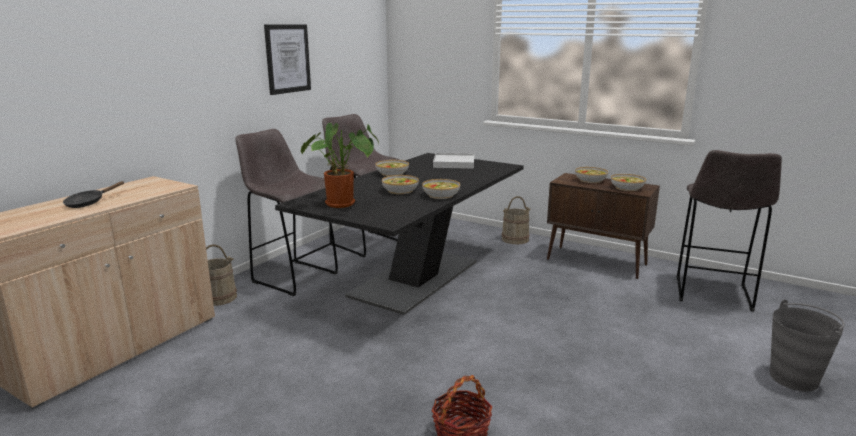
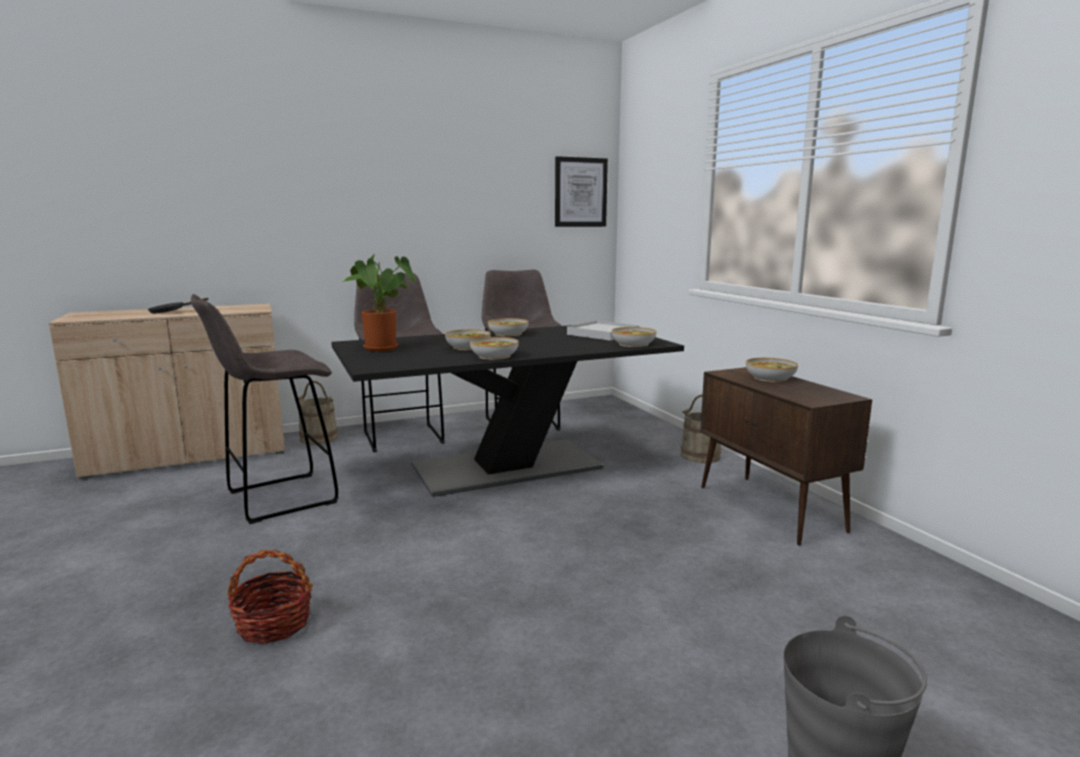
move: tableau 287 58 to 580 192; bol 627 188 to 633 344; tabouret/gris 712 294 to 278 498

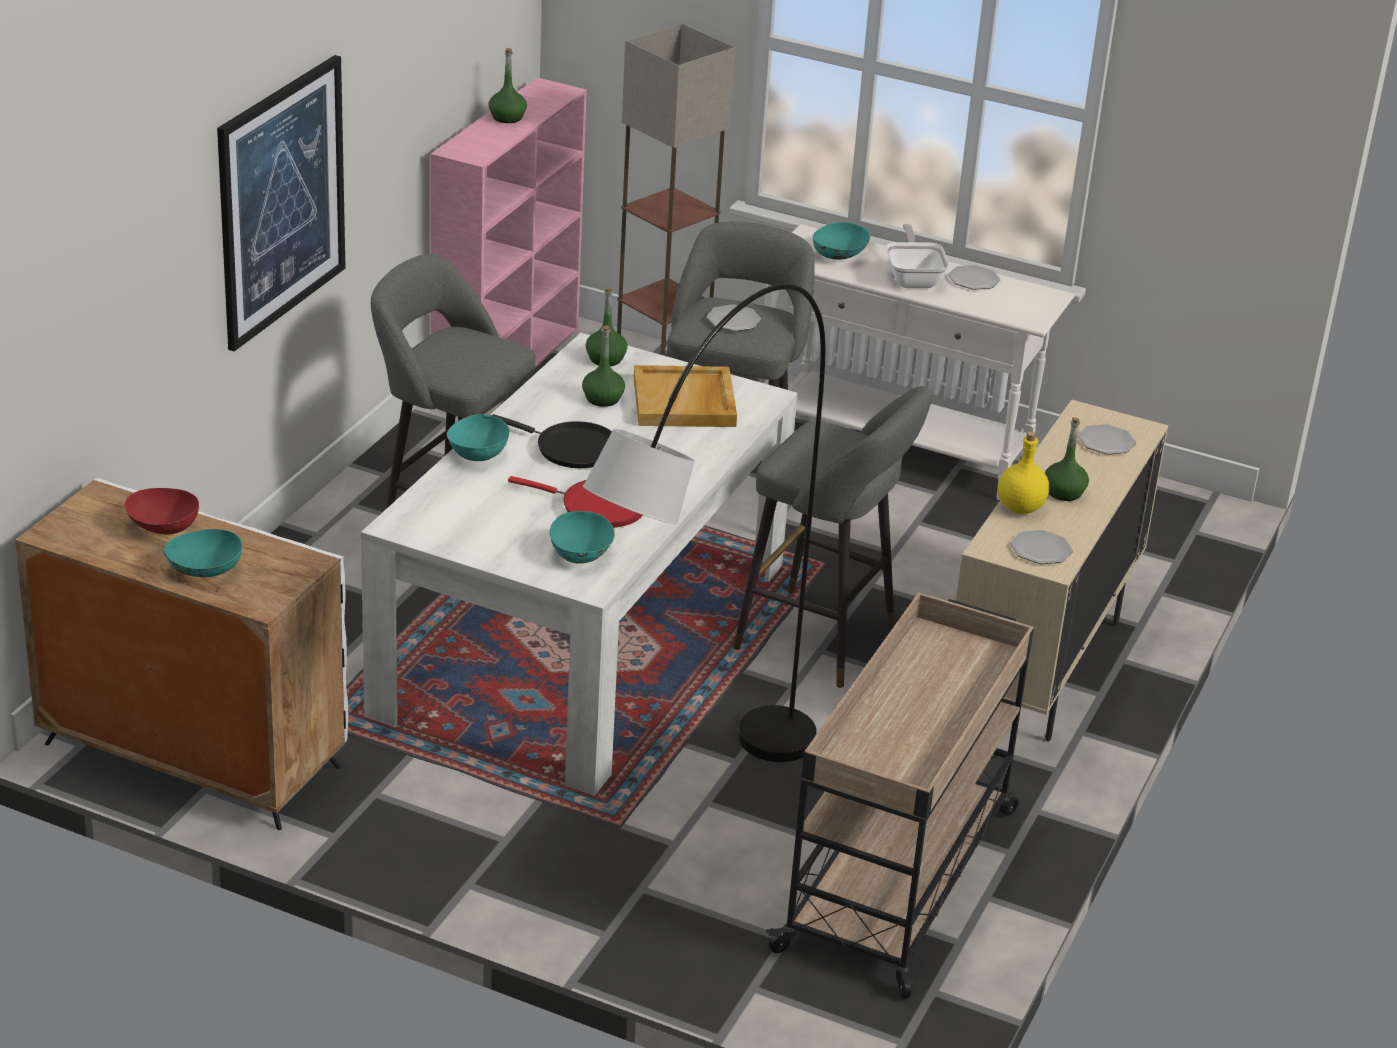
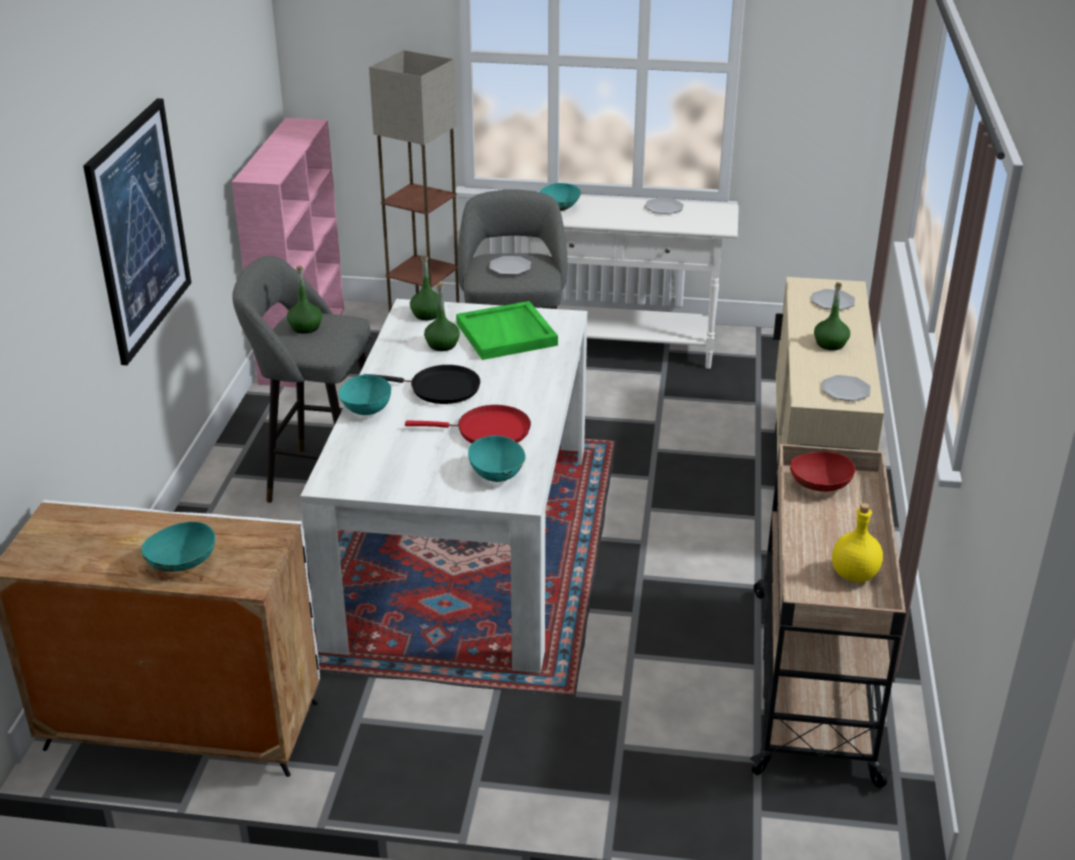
delete: lampadaire/gris 693 811; tabouret/gris 823 641; poêle 913 278
move: bol/rouge 162 528 to 820 487; bouteille/vert 507 117 to 306 327; bouteille/jaune 1020 507 to 853 574
recolor: plateau/beige 685 402 to plateau/vert 507 334

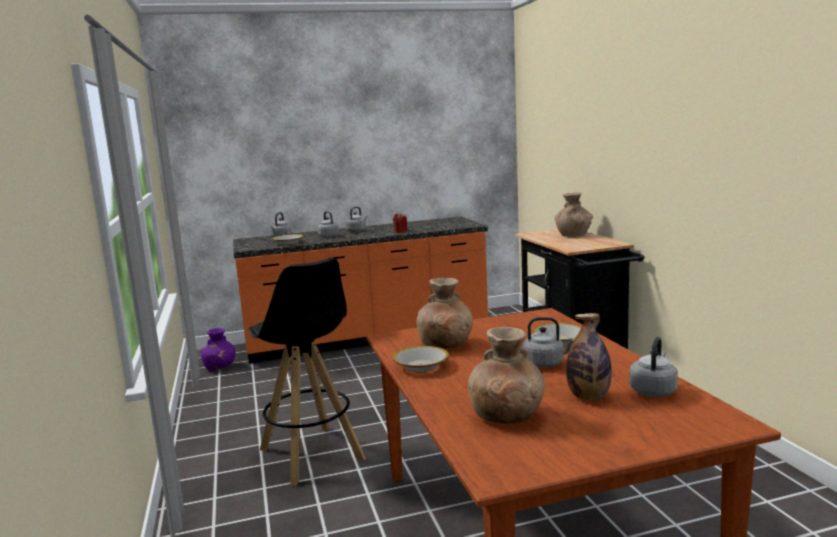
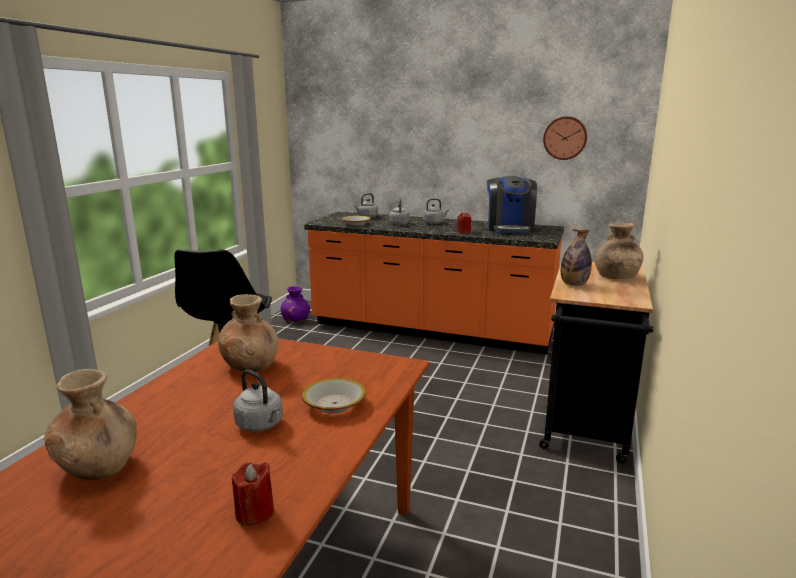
delete: bol 421 366
insert: machine à café 509 228; horloge murale 565 138
move: bouteille 588 397 to 574 284
replace: bouilloire/gris 653 390 to bougie/rouge 254 513

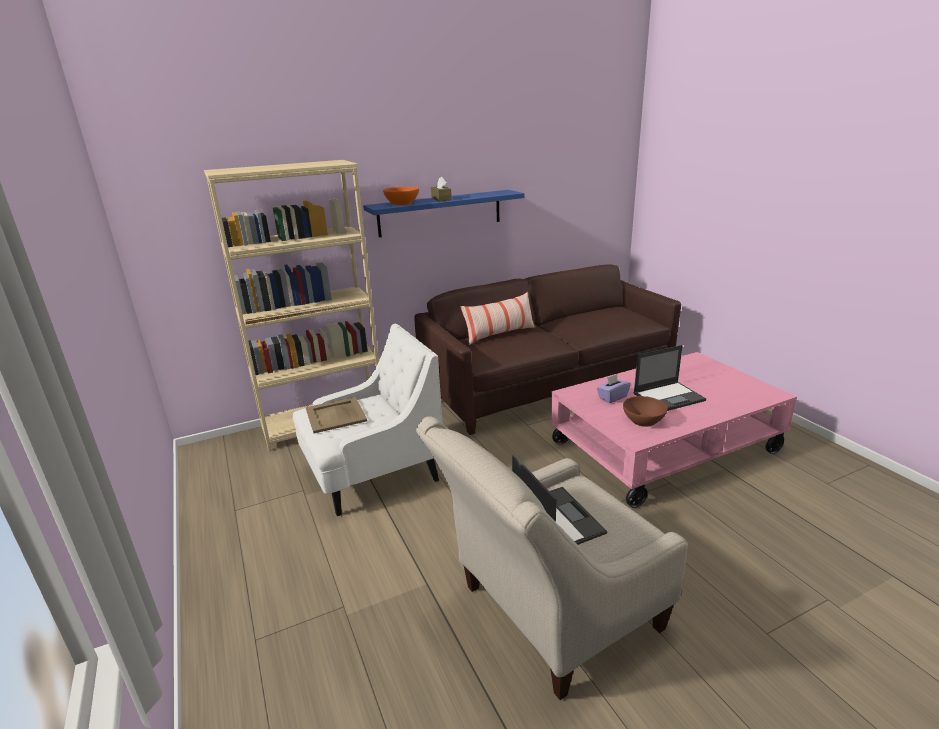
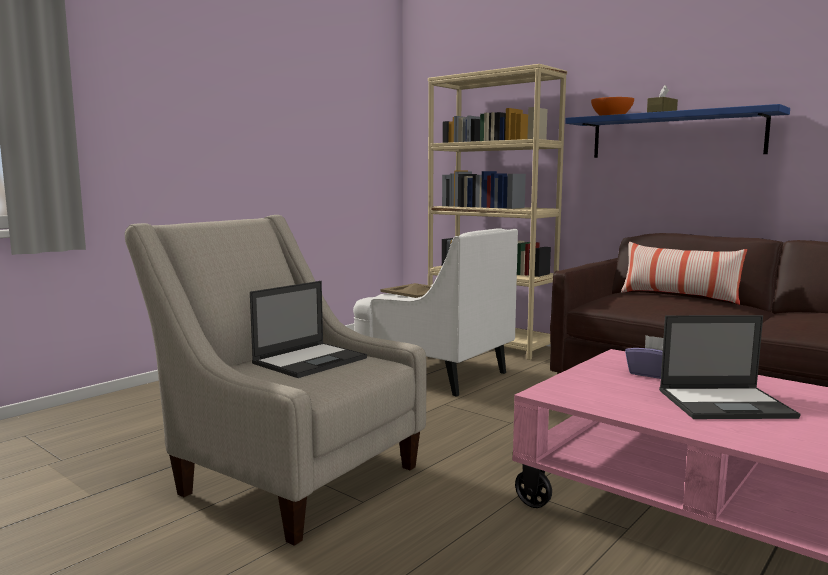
delete: bol/marron 643 420
rotate: ordinateur portable 669 396 = 726 403 45 degrees counterclockwise

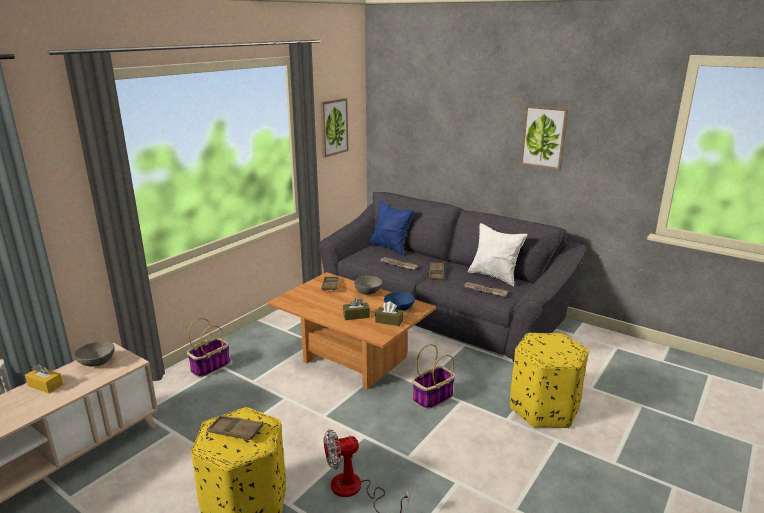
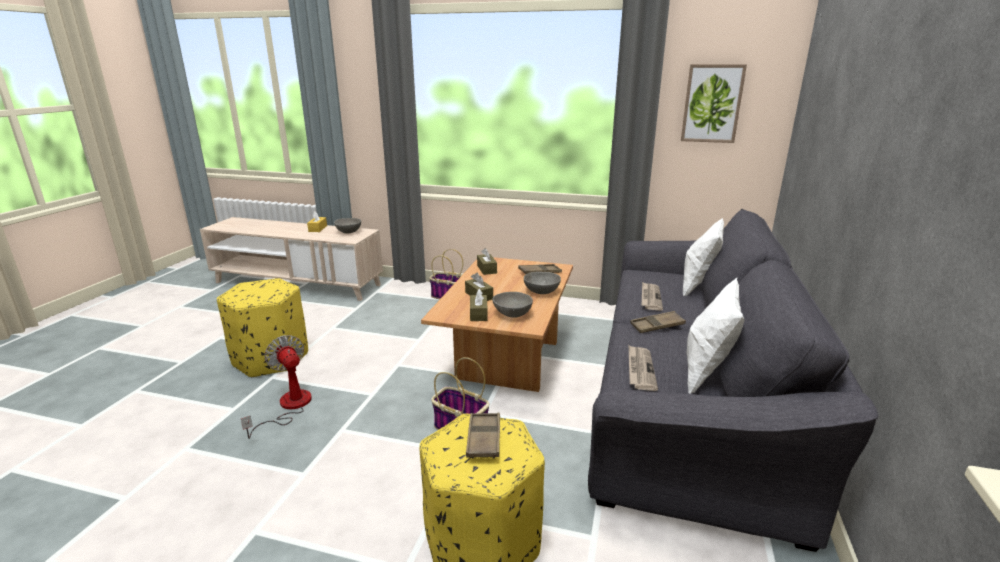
delete: tableau 544 137
insert: boîte à mouchoirs/marron 486 269
move: plateau/marron 235 431 to 484 439
recolor: coussin/bleu 390 248 to coussin/blanc 699 286; bol/bleu 399 309 to bol/gris 513 315

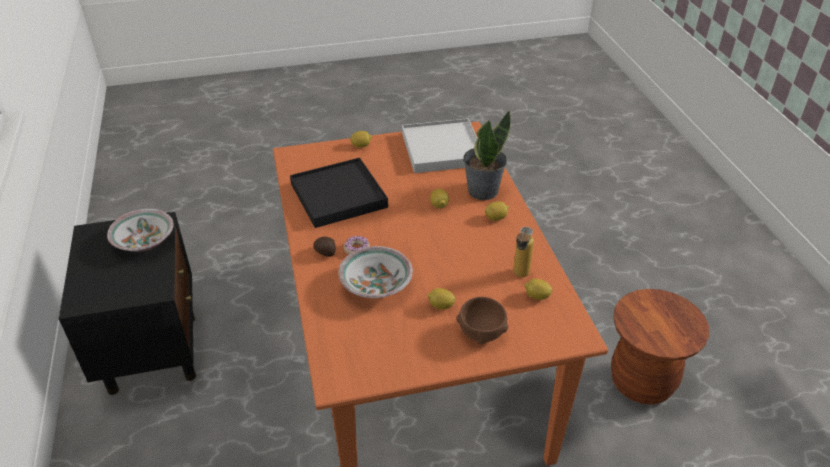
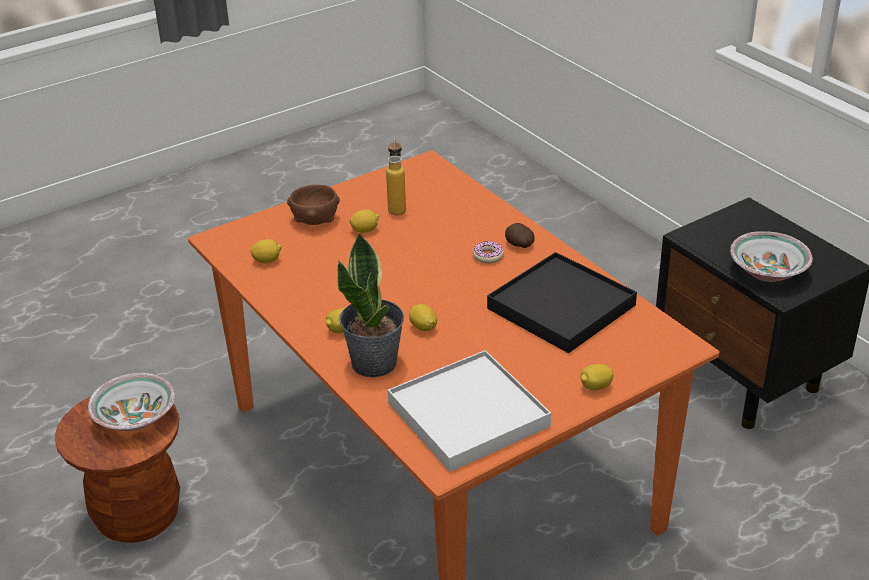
move: bol 375 285 to 136 418; bouteille 519 277 to 397 207

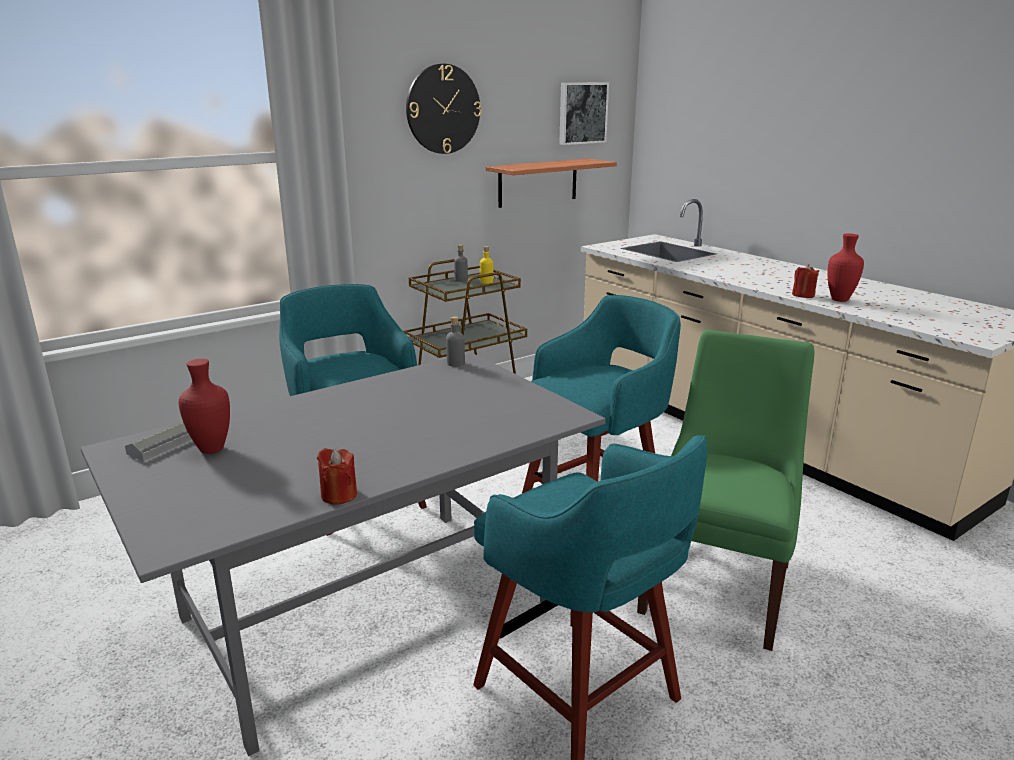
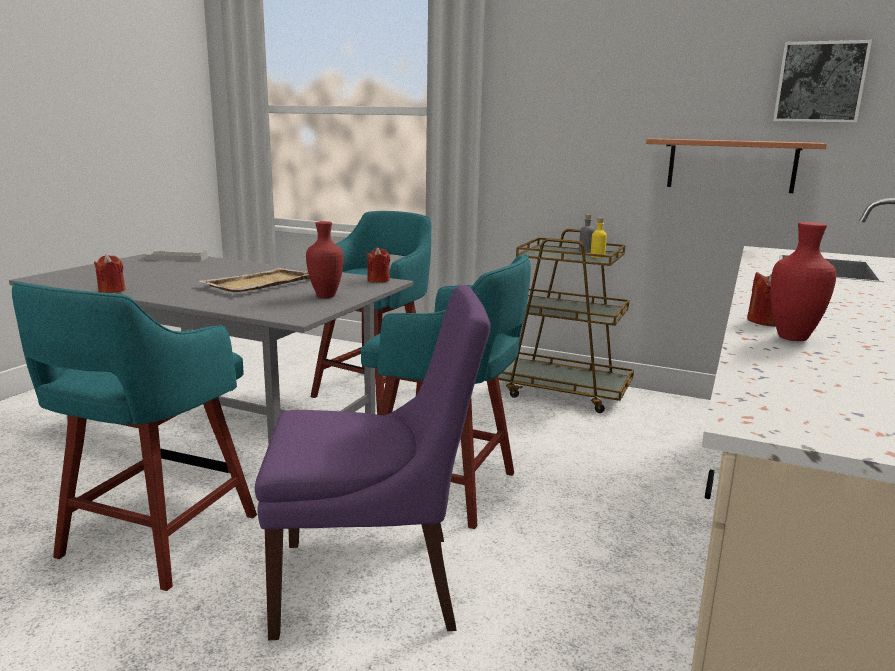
delete: horloge murale 443 109
insert: plateau/beige 259 283
move: vase/rouge 213 450 to 325 297
replace: bouteille/gris 455 363 to bougie/rouge 378 280
recolor: chaise/vert 717 584 to chaise/violet 374 583

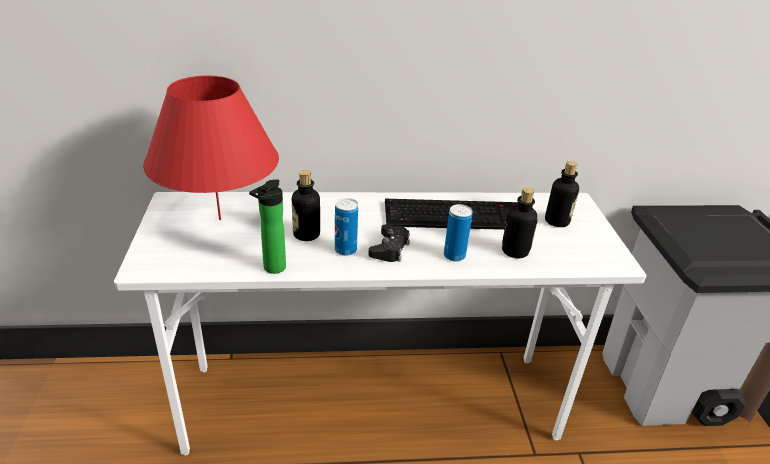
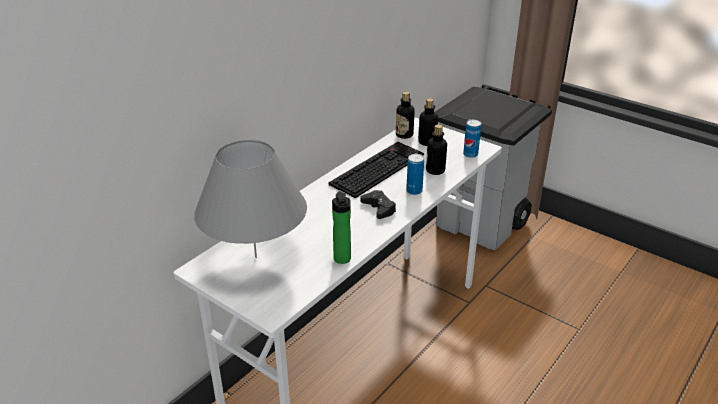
move: bouteille 306 234 to 404 135; boîte métallique 345 250 to 470 154
recolor: lampe de table/rouge 219 219 to lampe de table/gris 256 257

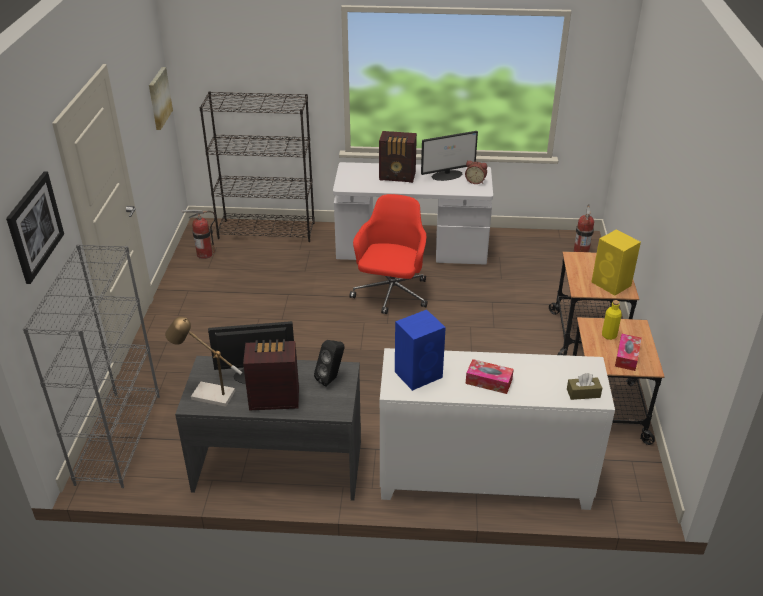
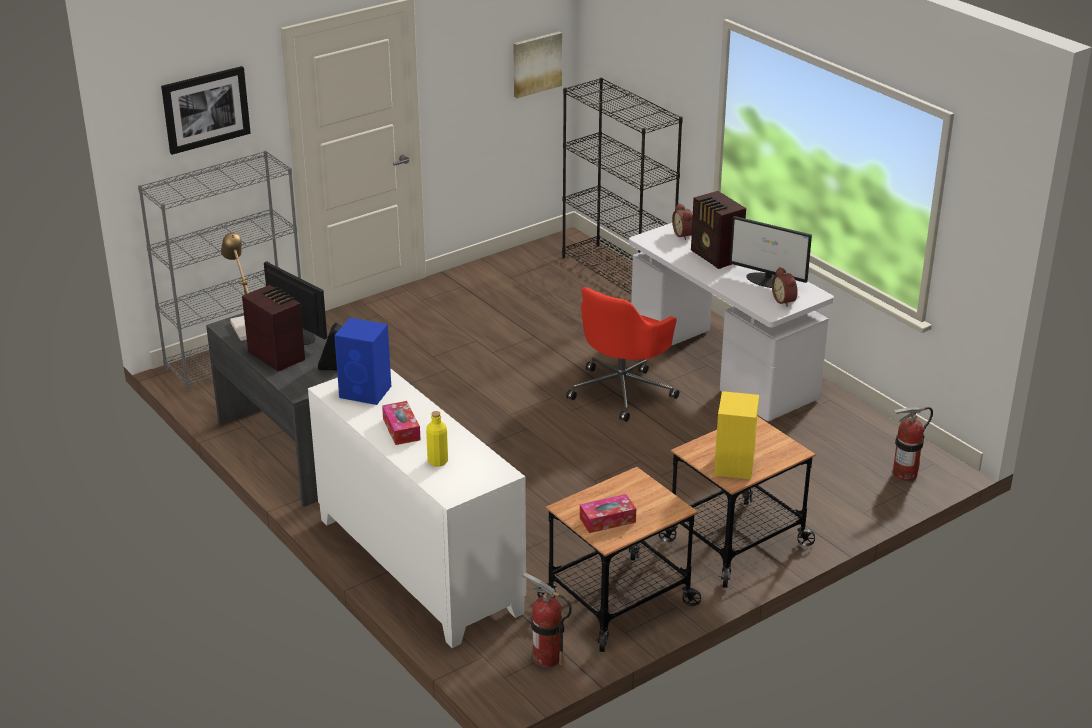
delete: boîte à mouchoirs/marron 583 393
insert: réveil 684 234
move: extincteur 204 254 to 546 658; bouteille/jaune 609 335 to 438 461
rotate: chaise de bureau/rouge 391 294 = 622 390 150 degrees clockwise

